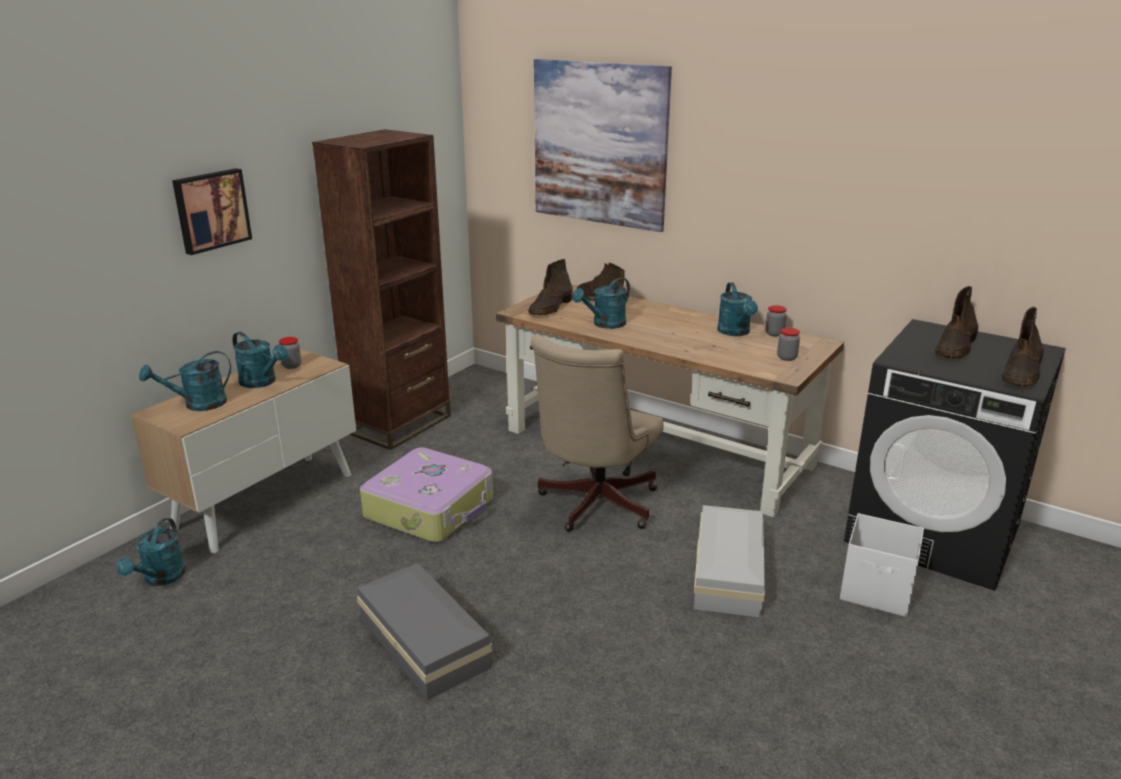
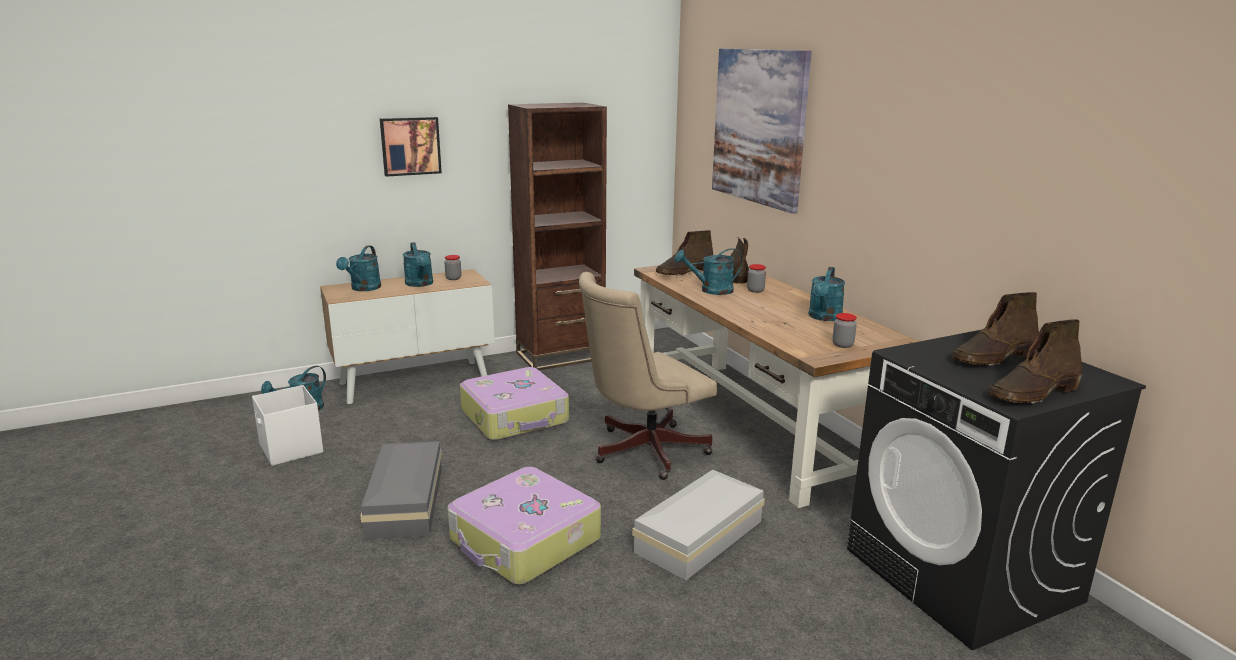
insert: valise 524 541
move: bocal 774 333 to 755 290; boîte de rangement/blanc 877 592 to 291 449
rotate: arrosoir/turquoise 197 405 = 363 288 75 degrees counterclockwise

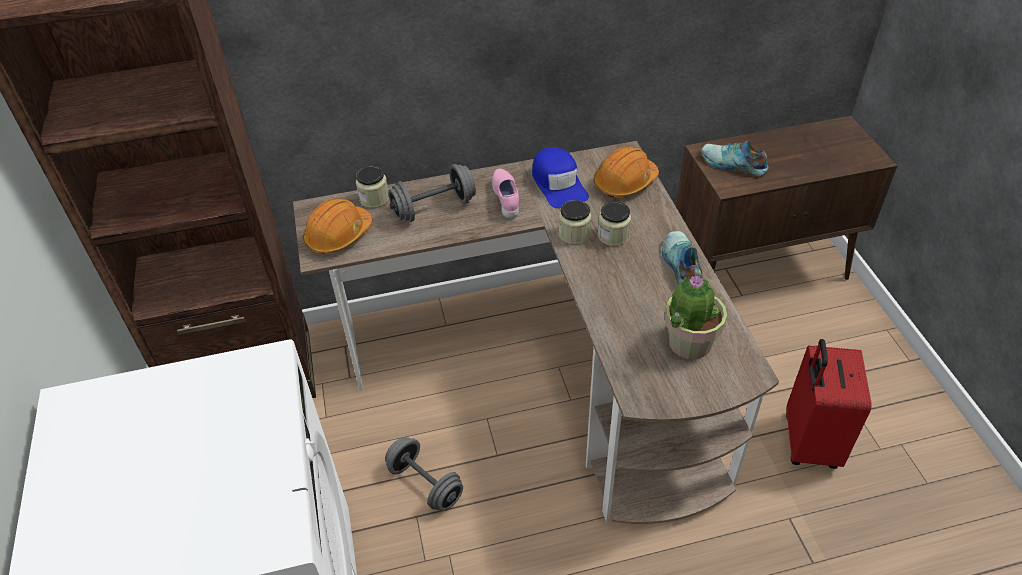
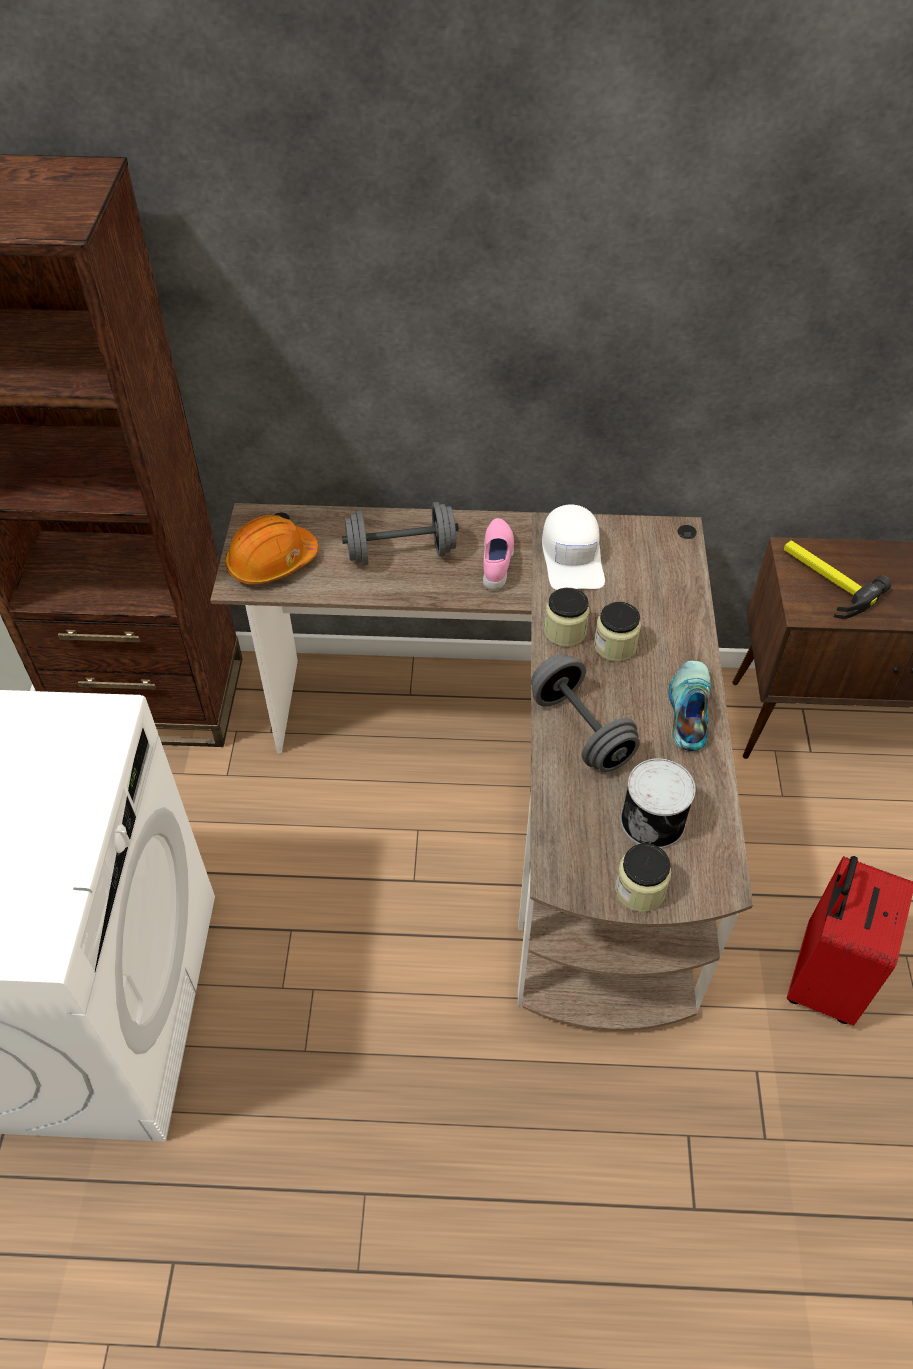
delete: casque de chantier/orange 625 183
move: bocal 374 199 to 639 890; haltère/gris 425 484 to 581 730
replace: plante en pot 688 343 to boîte métallique 654 820; chaussure 733 165 to marteau 824 581
recolor: casquette/bleu 558 184 to casquette/blanc 572 556

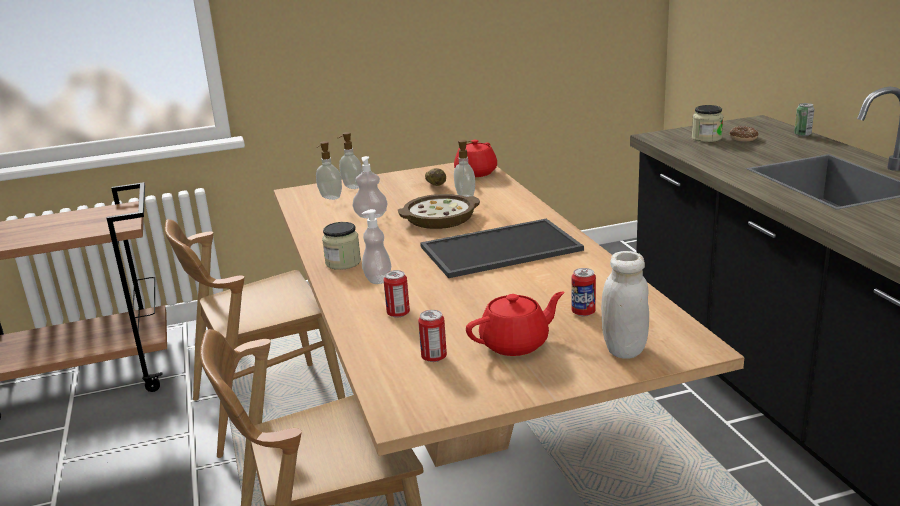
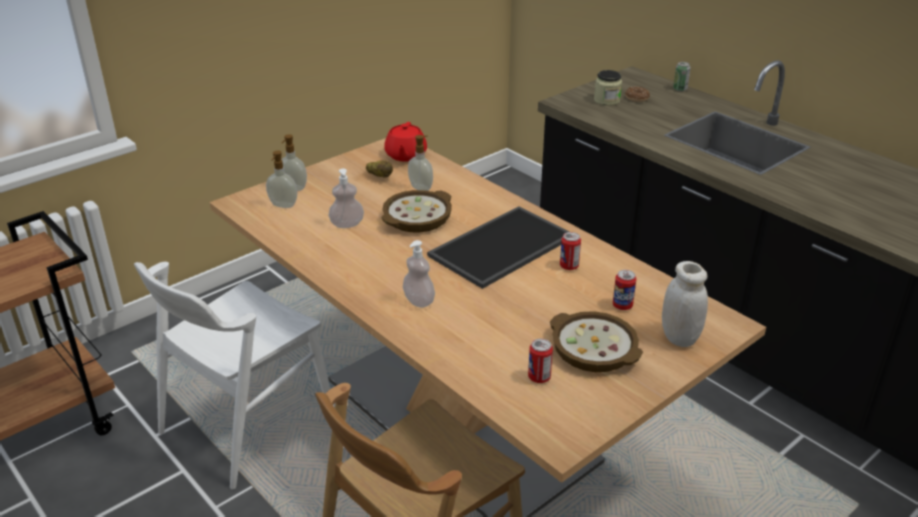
delete: bocal 343 262
move: boîte métallique 398 313 to 569 266
replace: théière/rouge 516 344 to bol 594 349
recolor: chaise/marron 268 407 to chaise/blanc 246 423

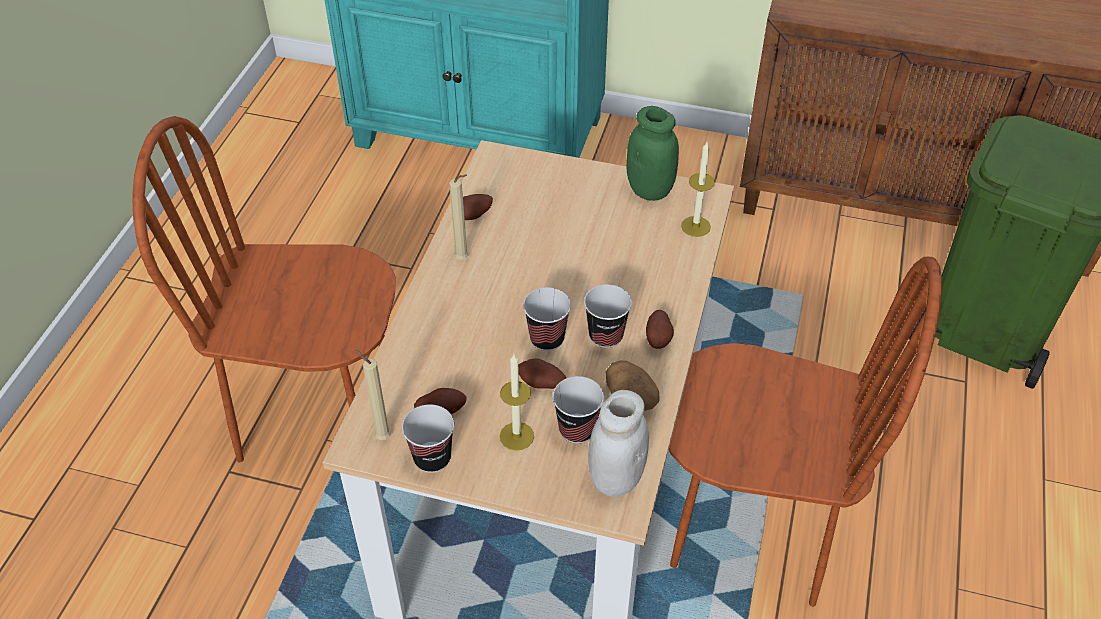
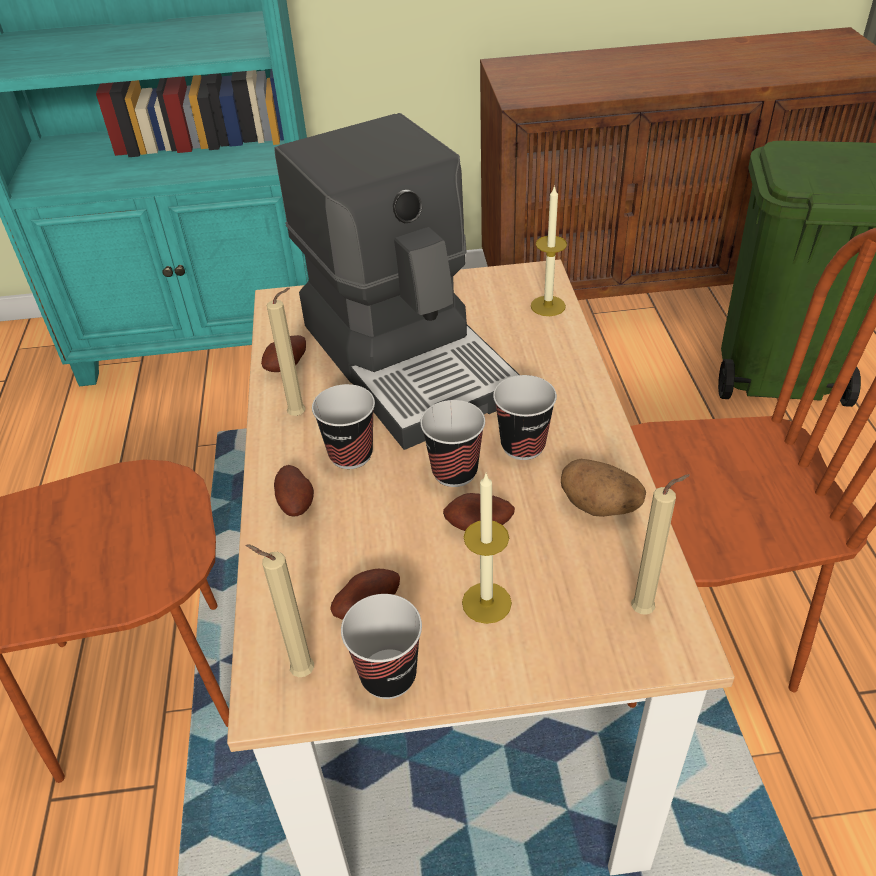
delete: bocal/vert 650 190
insert: machine à café 409 358
move: tasse 577 429 to 351 454; pomme de terre 658 338 to 296 503
replace: bocal/blanc 616 478 to bougie/beige 645 610

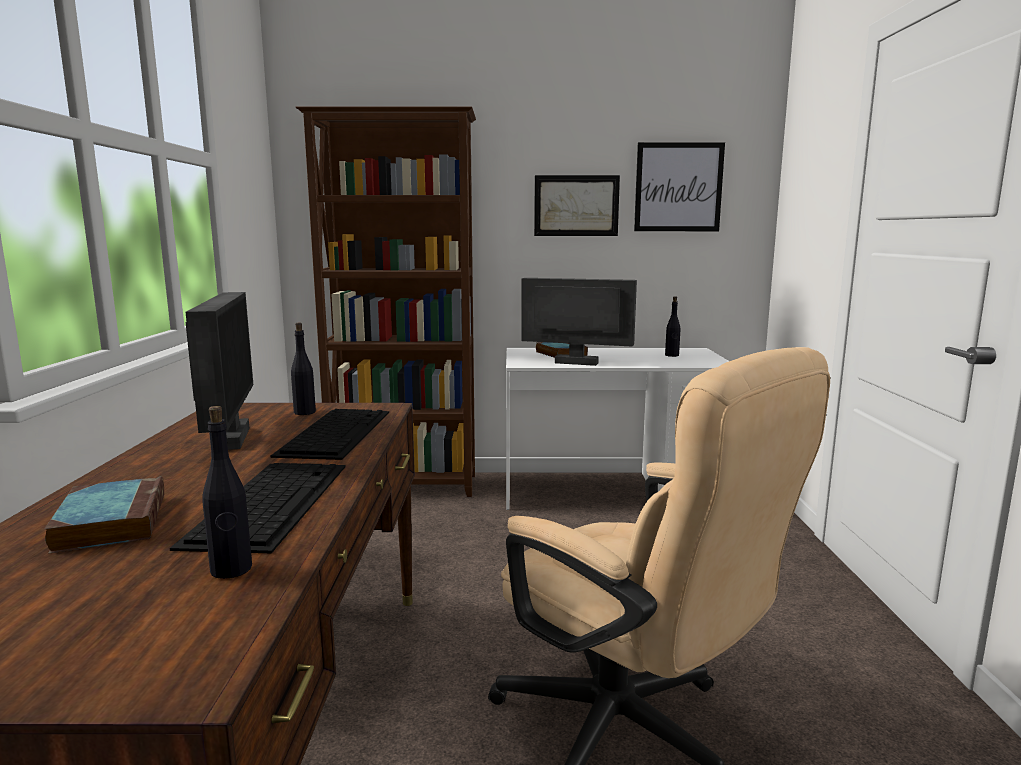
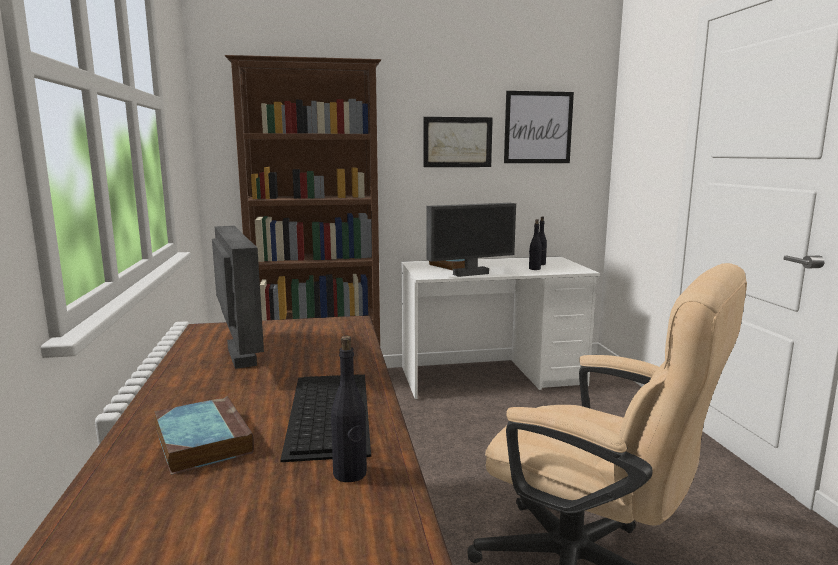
delete: clavier 336 432
move: bouteille/noir 304 412 to 534 269
rotate: écran d'ordinateur 576 363 = 470 274 150 degrees clockwise

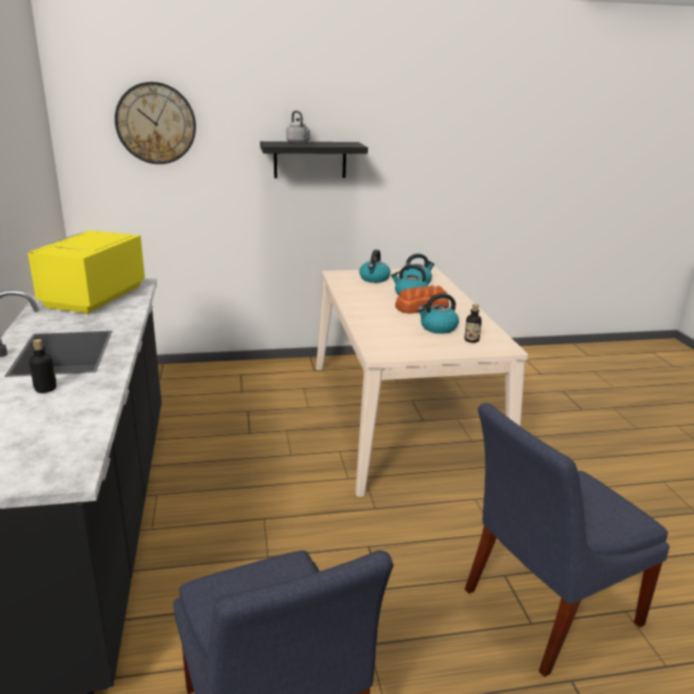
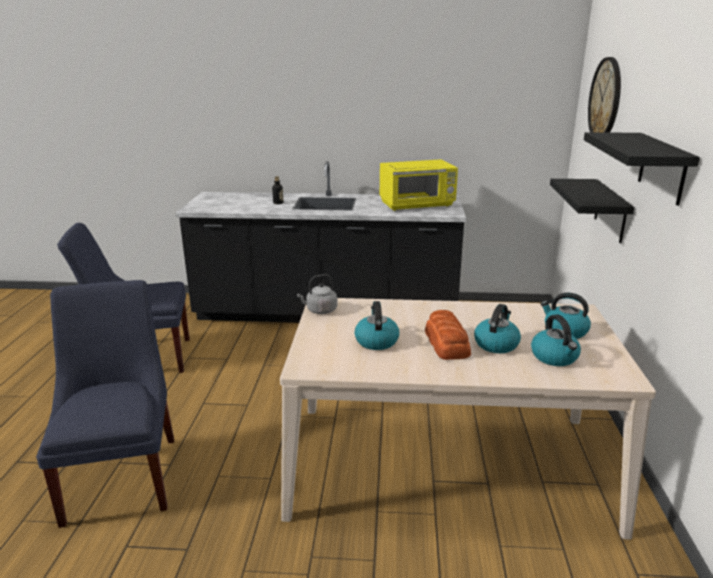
delete: bouteille 471 340
insert: étagère/noir 610 211
move: bouilloire/gris 298 143 to 320 310
rotate: micro-ondes/jaune 92 298 = 417 205 135 degrees clockwise

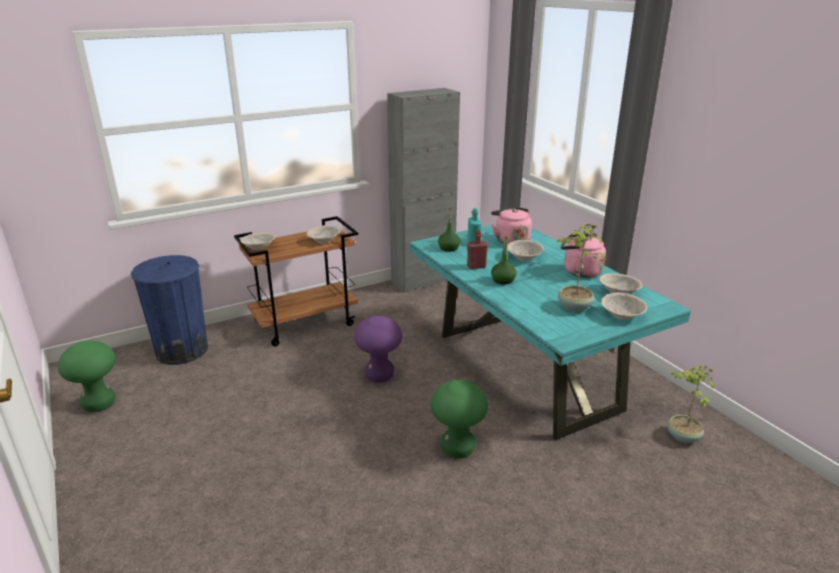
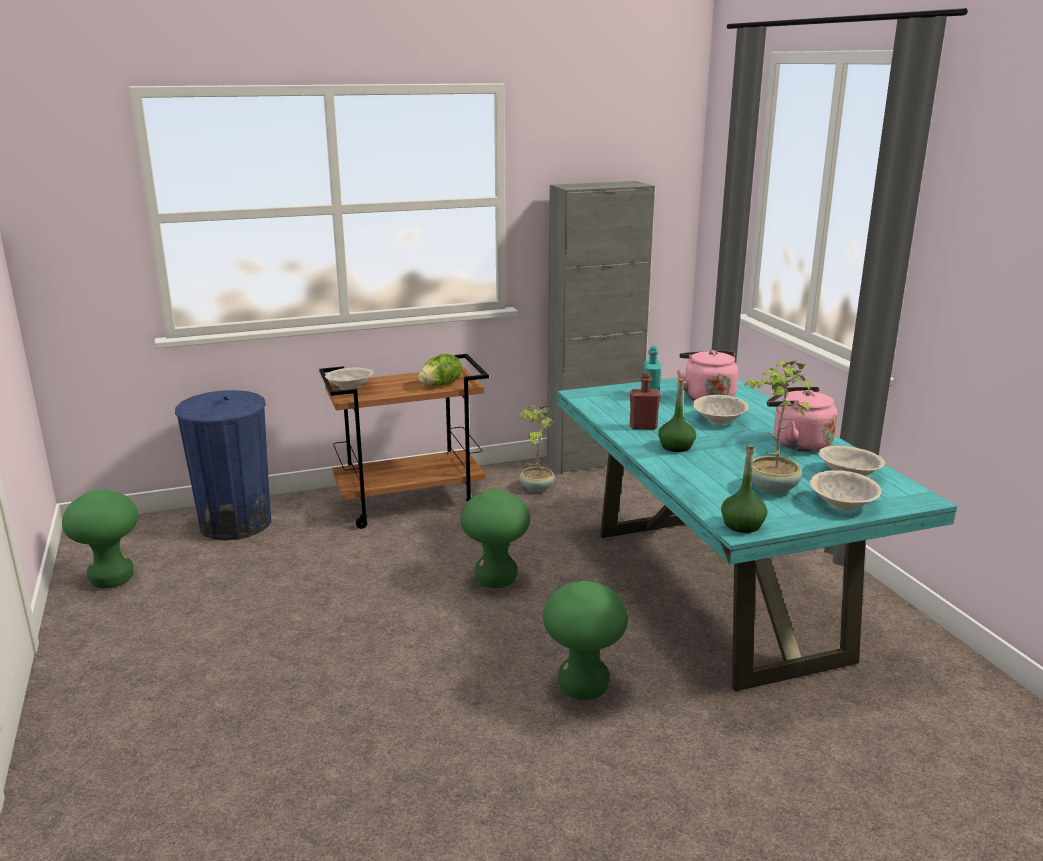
move: bouteille/vert 448 248 to 742 525; plante en pot 682 437 to 536 488
replace: bol/beige 324 241 to laitue 441 384
recolor: tabouret/violet 379 376 to tabouret/vert 496 580

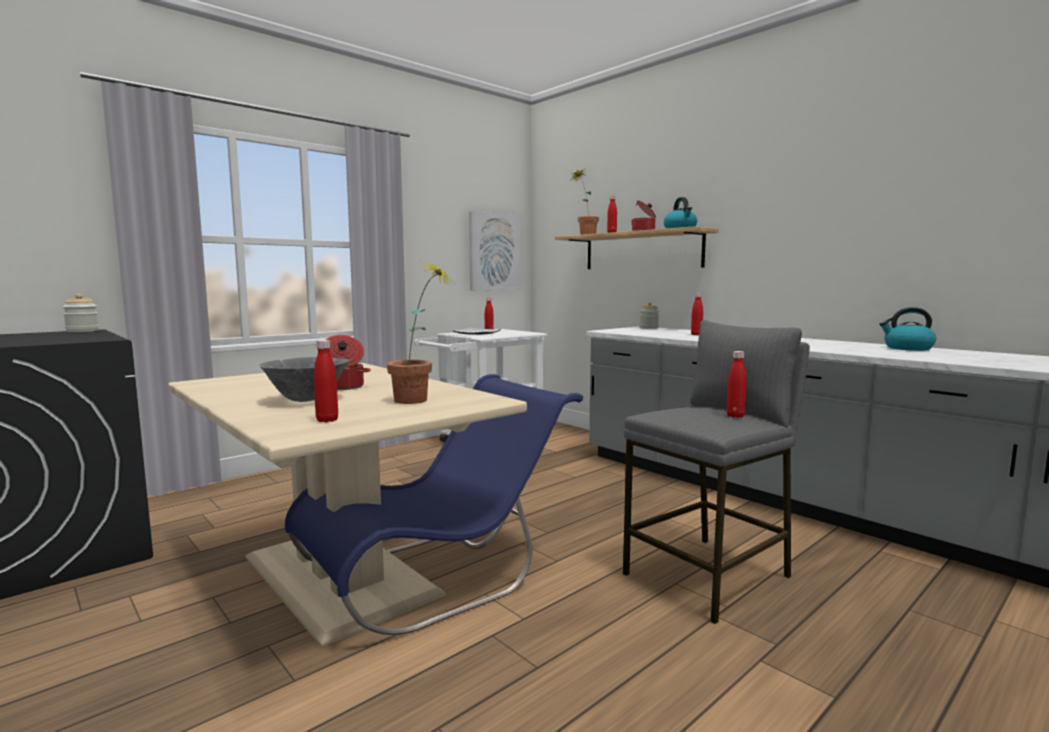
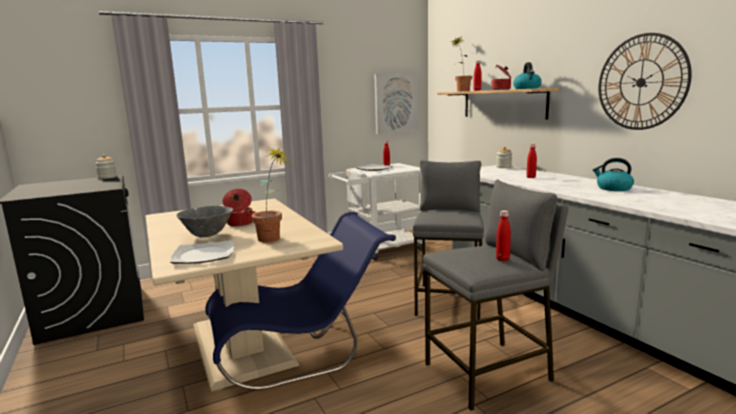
insert: tabouret/gris 448 301; horloge murale 641 82
move: bouilloire 907 348 to 613 188
replace: bouteille/rouge 327 420 to assiette 203 255

